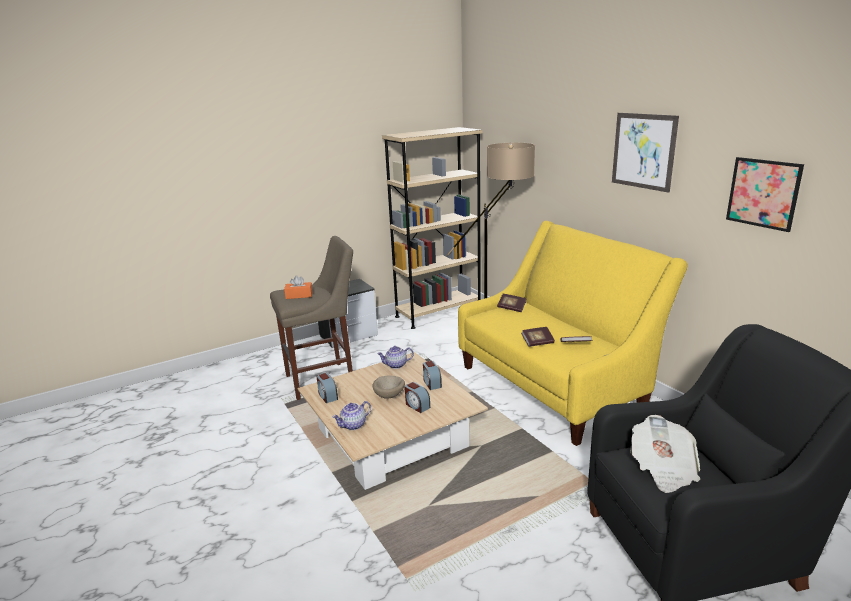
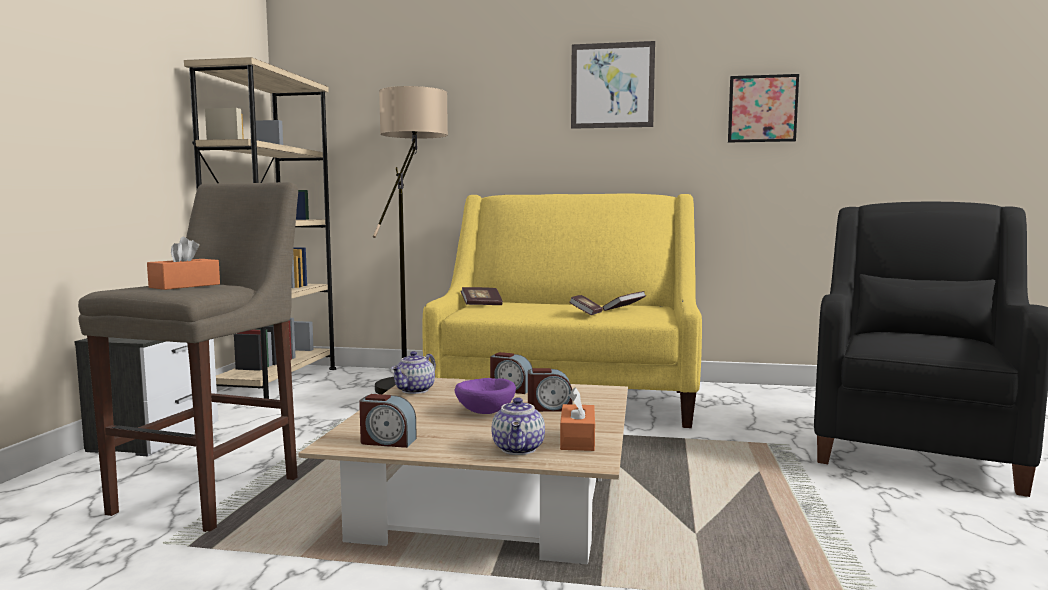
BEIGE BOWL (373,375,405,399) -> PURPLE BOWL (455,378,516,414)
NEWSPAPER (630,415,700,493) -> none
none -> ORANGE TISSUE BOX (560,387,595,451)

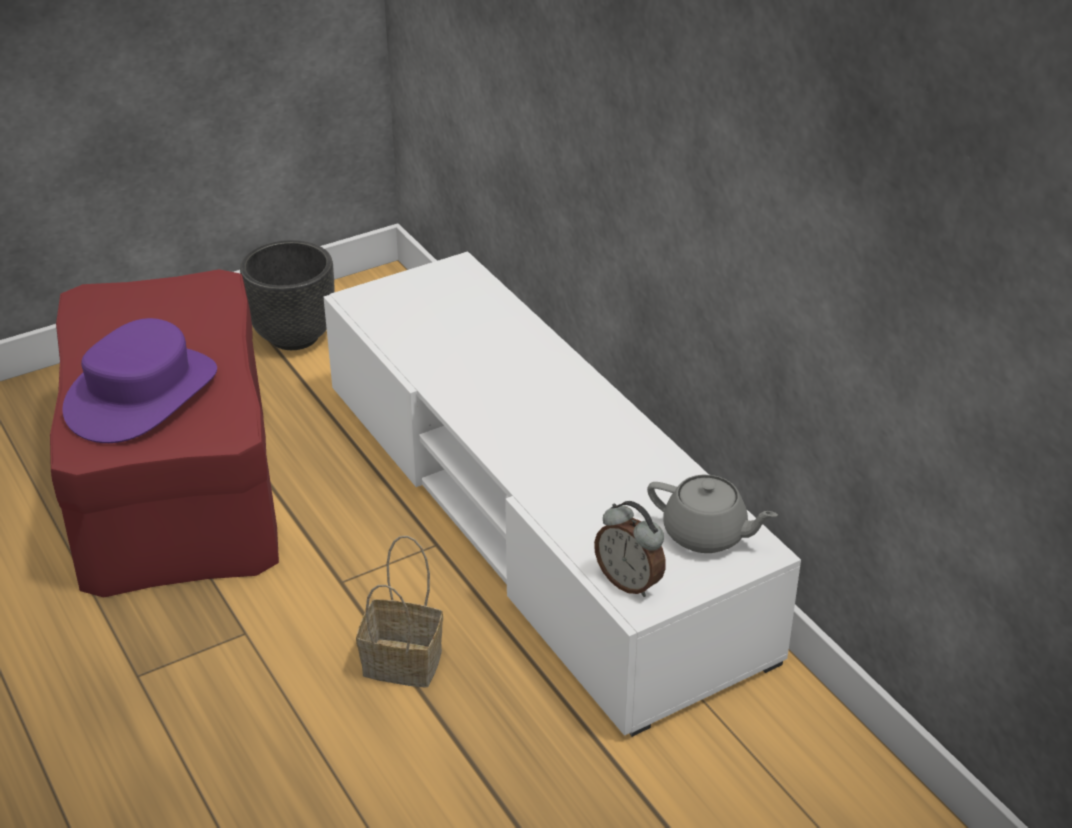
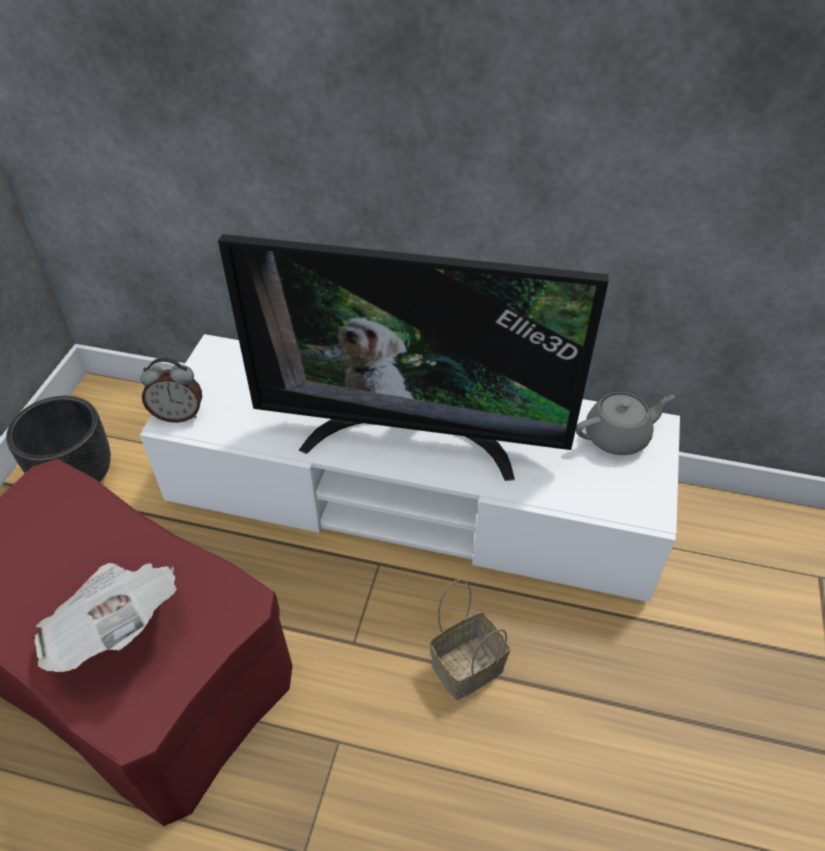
PURPLE HAT (63,318,217,443) -> NEWSPAPER (35,563,177,672)
ALARM CLOCK (594,501,666,597) -> ALARM CLOCK (140,358,202,423), move
none -> TELEVISION (218,234,609,481)

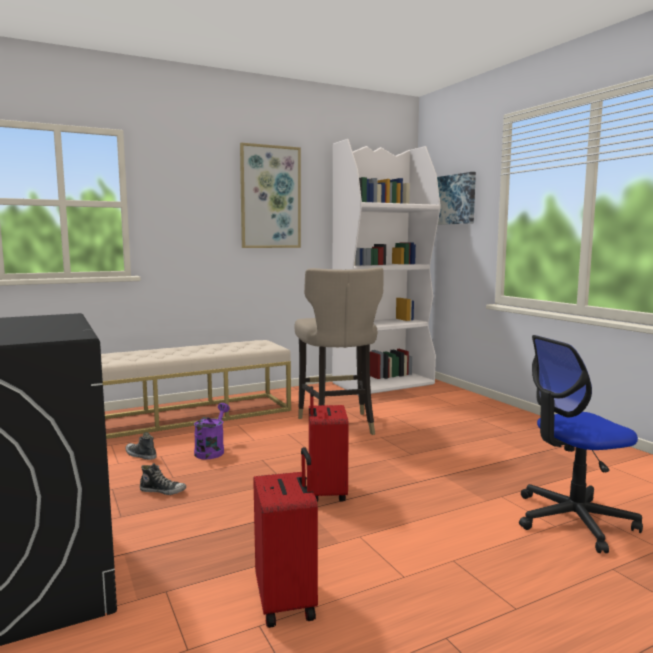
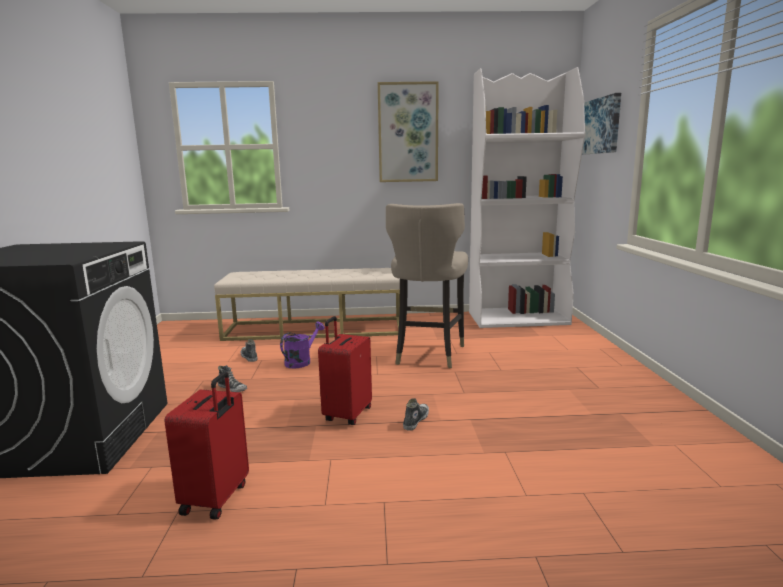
OFFICE CHAIR (519,335,643,553) -> none
none -> SHOE (403,398,429,431)

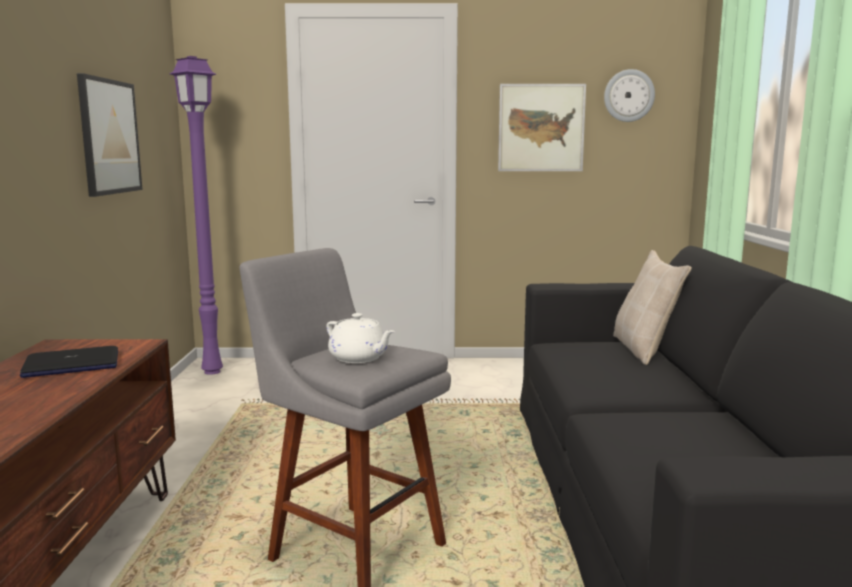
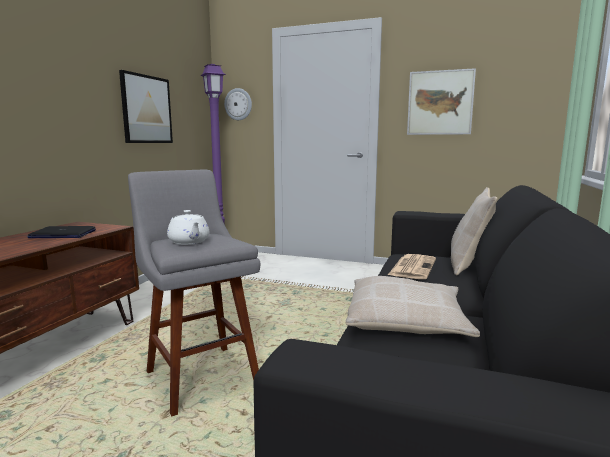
WALL CLOCK (604,69,655,122) -> WALL CLOCK (224,88,252,120), move
none -> NEWSPAPER (388,254,436,279)
none -> BEIGE PILLOW (346,276,480,337)

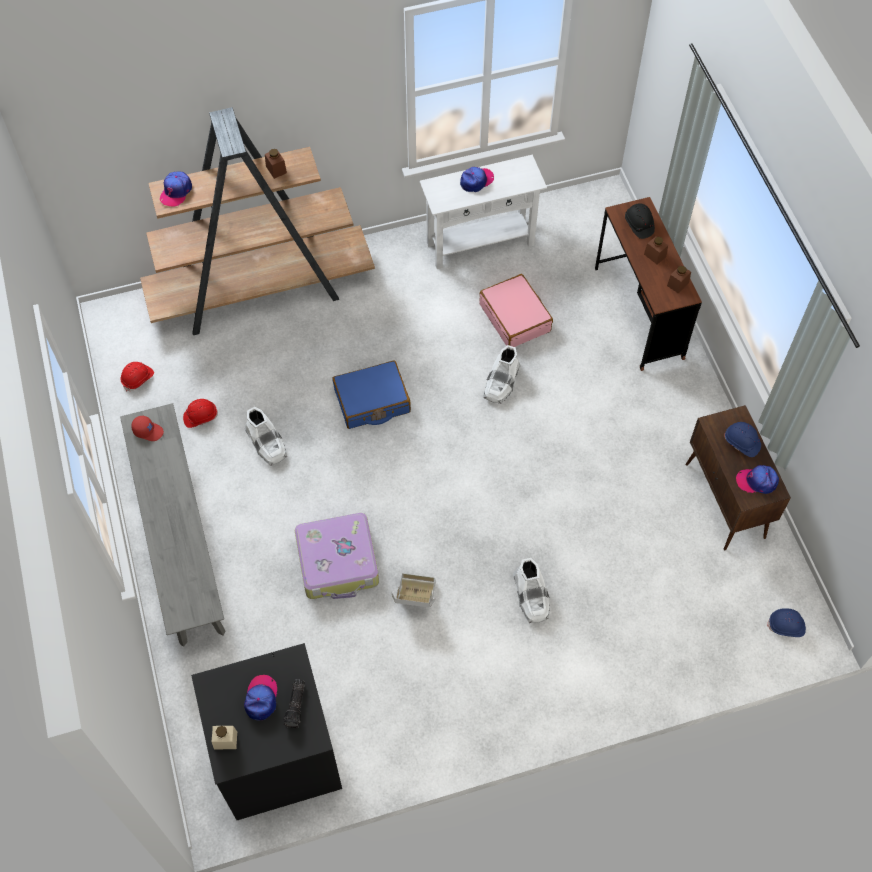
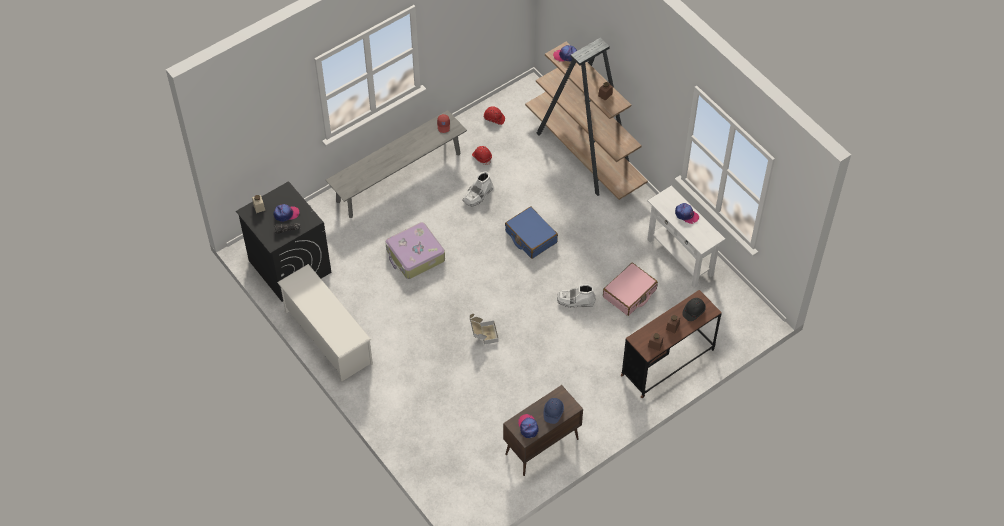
WHITE BOOT (513,558,550,623) -> none
CARDBOARD BOX (392,573,436,608) -> CARDBOARD BOX (470,314,498,345), move
BLUE HARD HAT (767,608,806,637) -> none
none -> WHITE SHOE RACK (277,264,373,382)

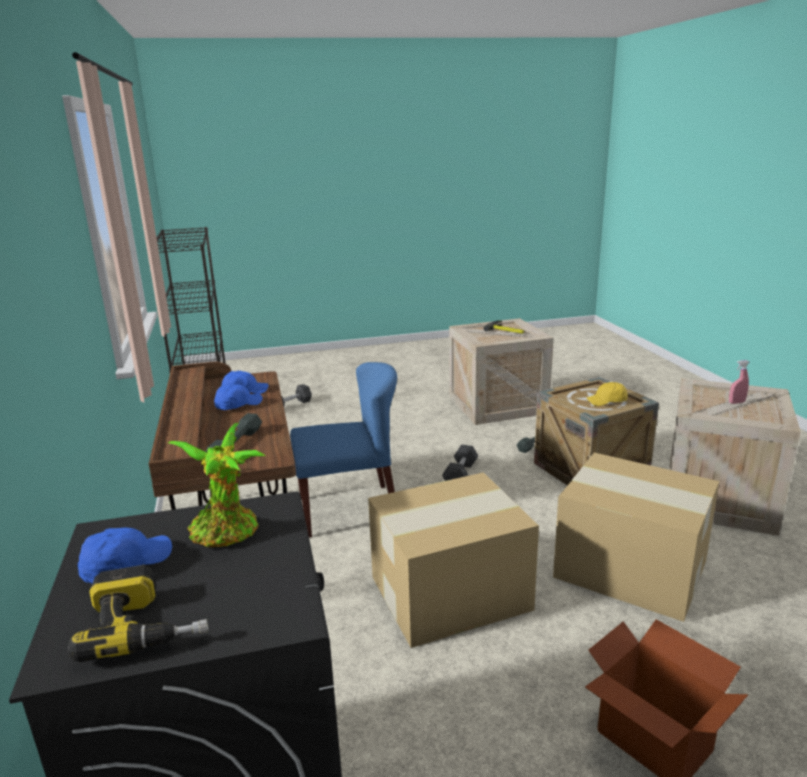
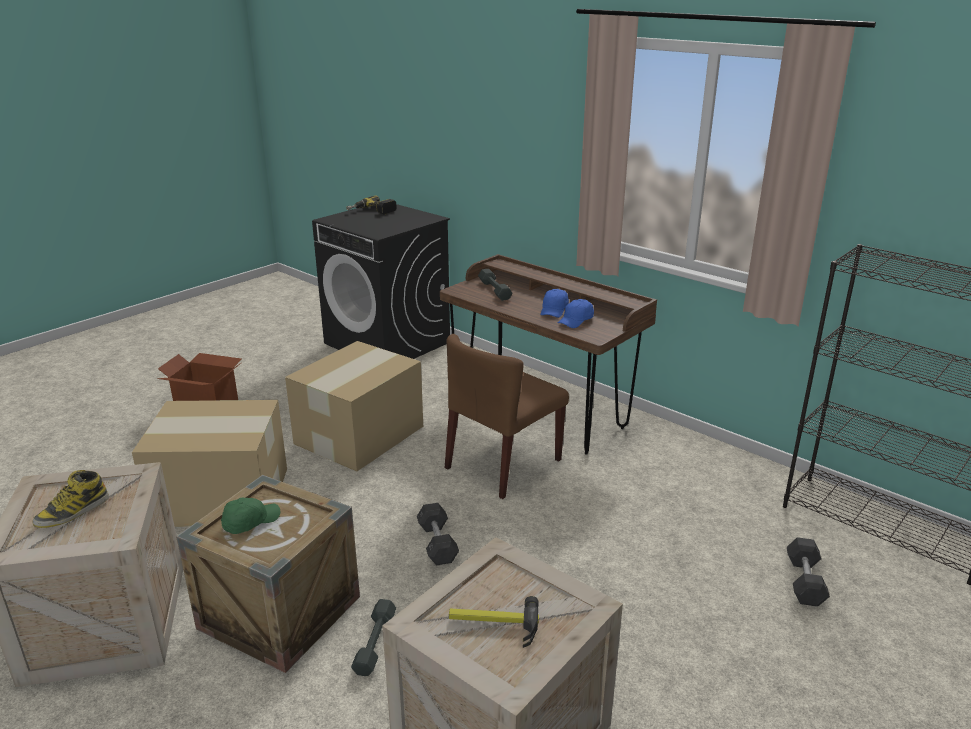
PINK SPRAY BOTTLE (729,360,749,404) -> BOOT (33,470,109,528)
BLUE CHAIR (290,362,397,537) -> BROWN CHAIR (445,334,569,499)
YELLOW CAP (586,382,628,406) -> GREEN CAP (221,498,280,534)
POTTED PLANT (168,423,265,547) -> none
BLUE CAP (77,528,172,584) -> none

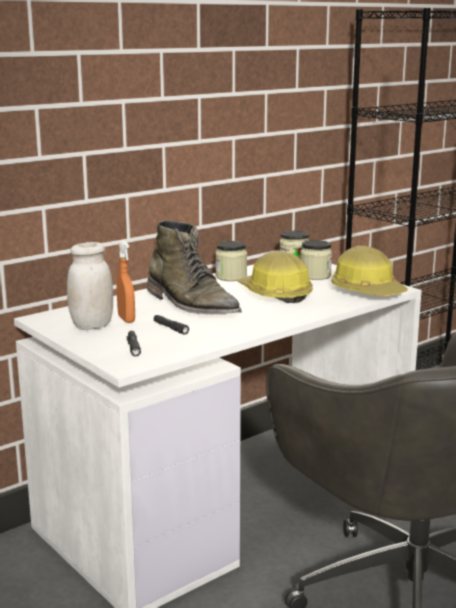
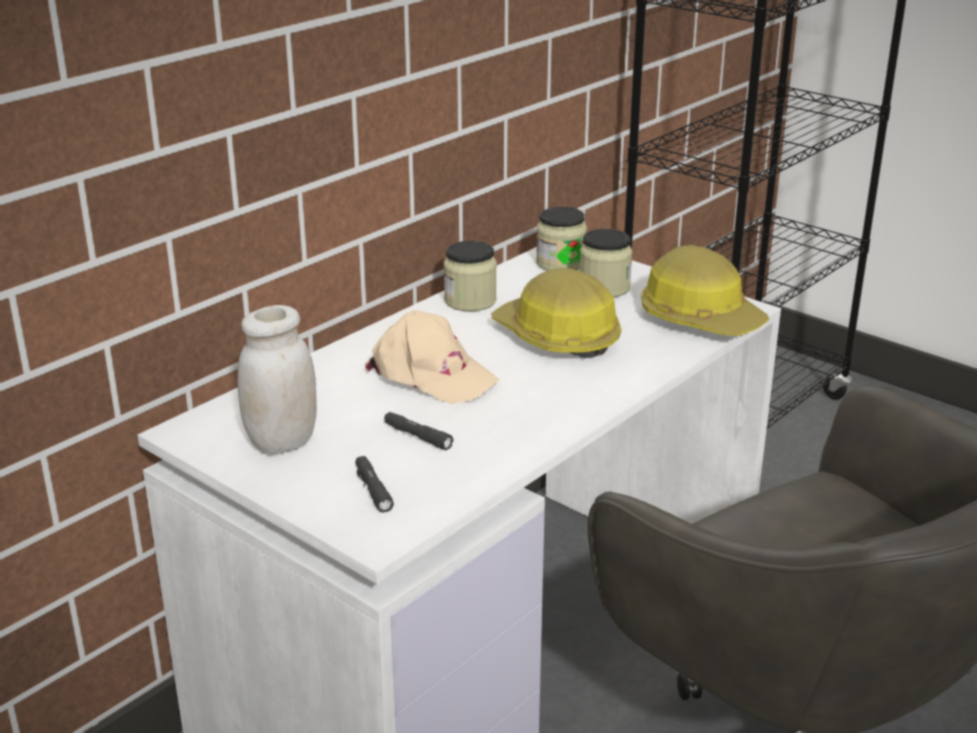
GREEN BOOT (147,220,242,315) -> BEIGE CAP (365,311,499,404)
ORANGE SPRAY BOTTLE (117,240,135,323) -> none

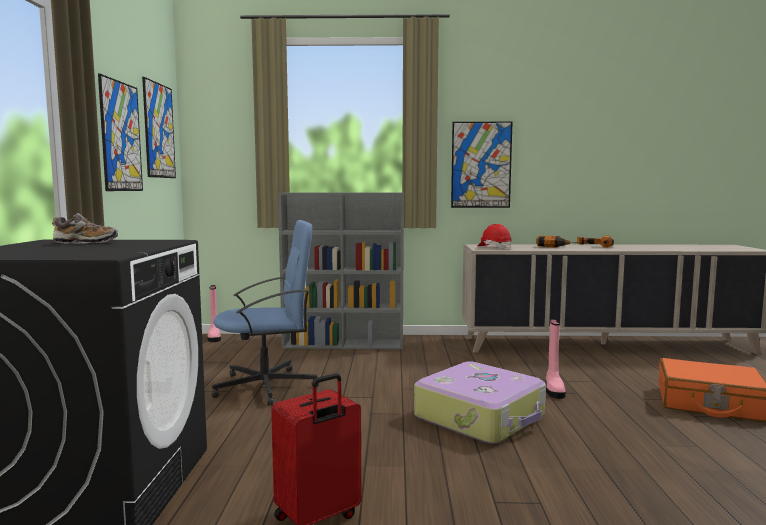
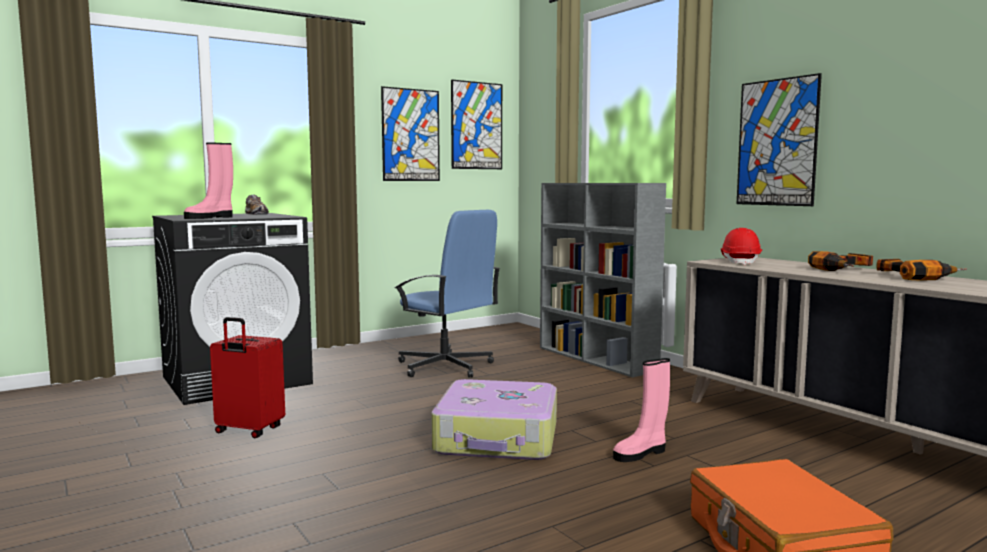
PINK BOOT (207,285,221,342) -> PINK BOOT (184,143,233,219), move

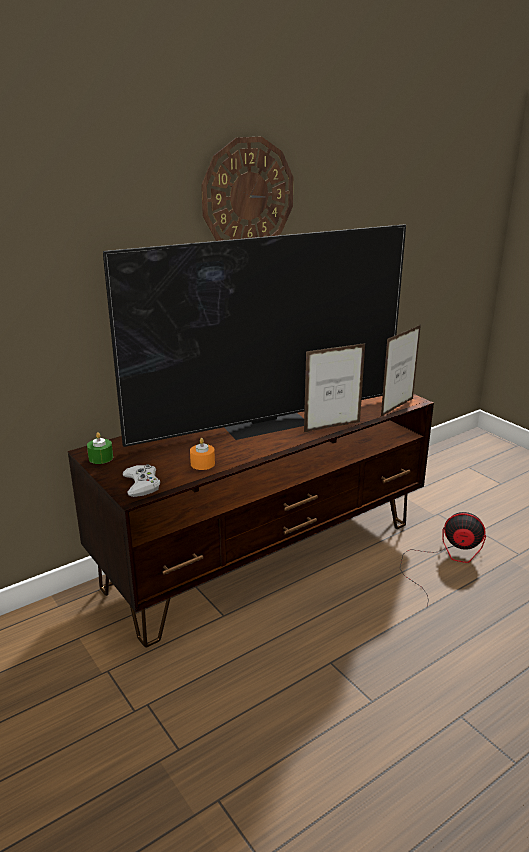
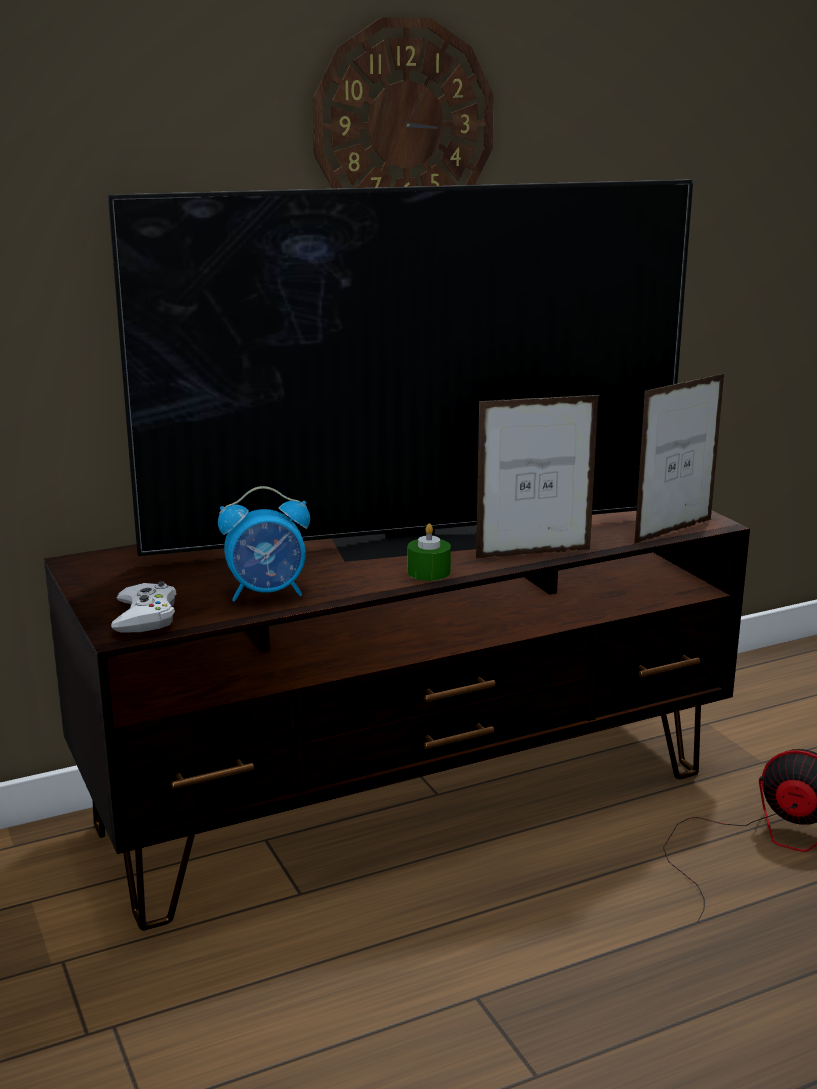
GREEN CANDLE (87,432,113,464) -> GREEN CANDLE (407,523,451,581), move
ORANGE CANDLE (190,438,215,470) -> ALARM CLOCK (218,486,310,602)

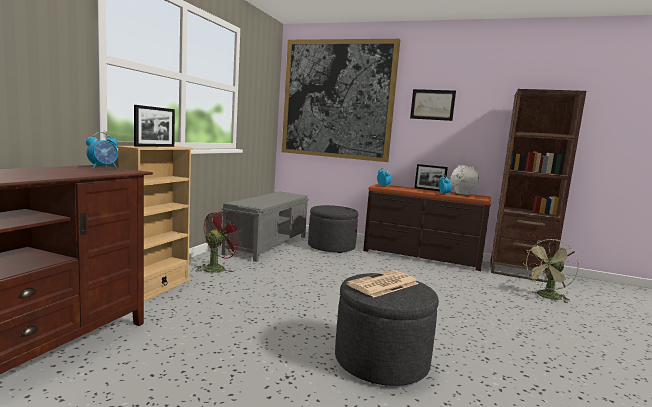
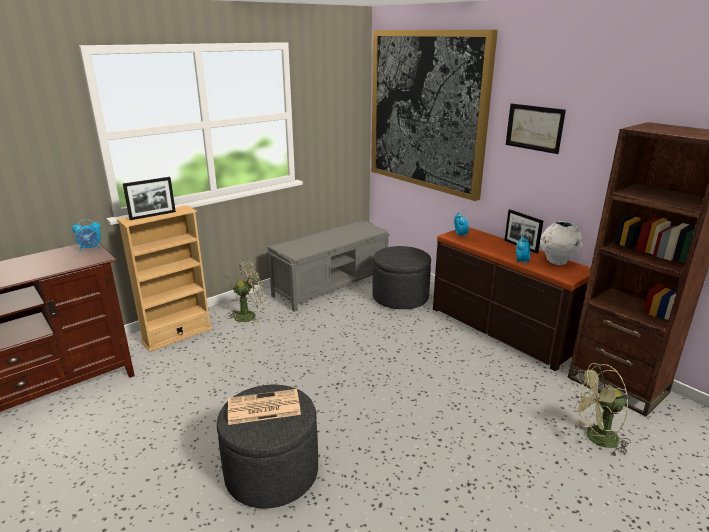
RED FAN (195,211,241,273) -> GREEN FAN (227,261,266,324)

